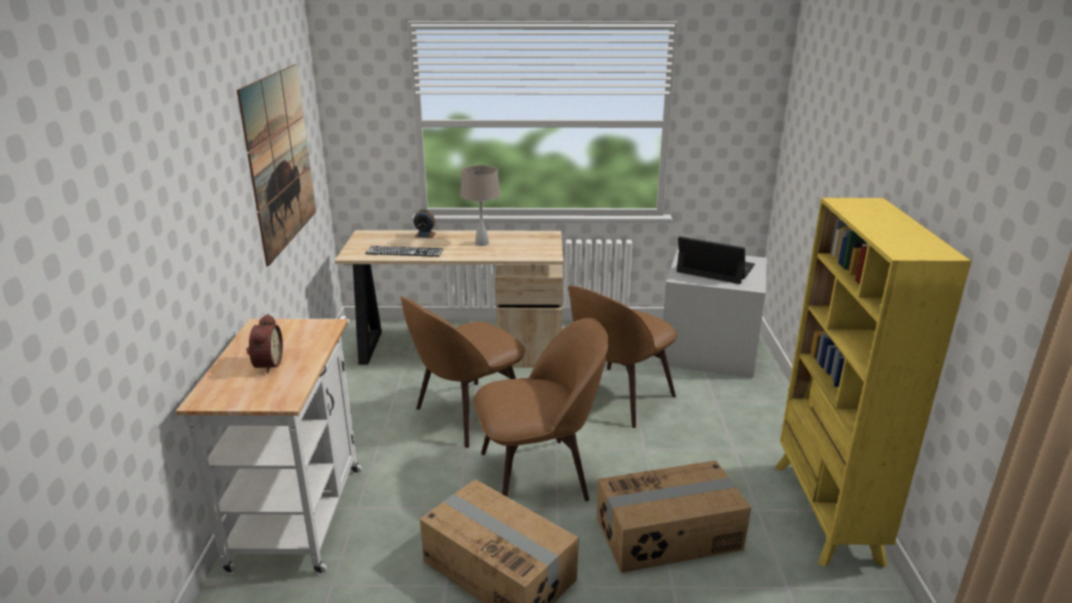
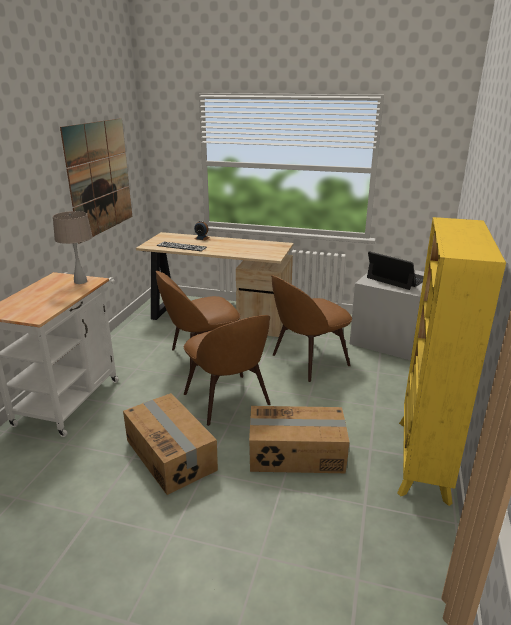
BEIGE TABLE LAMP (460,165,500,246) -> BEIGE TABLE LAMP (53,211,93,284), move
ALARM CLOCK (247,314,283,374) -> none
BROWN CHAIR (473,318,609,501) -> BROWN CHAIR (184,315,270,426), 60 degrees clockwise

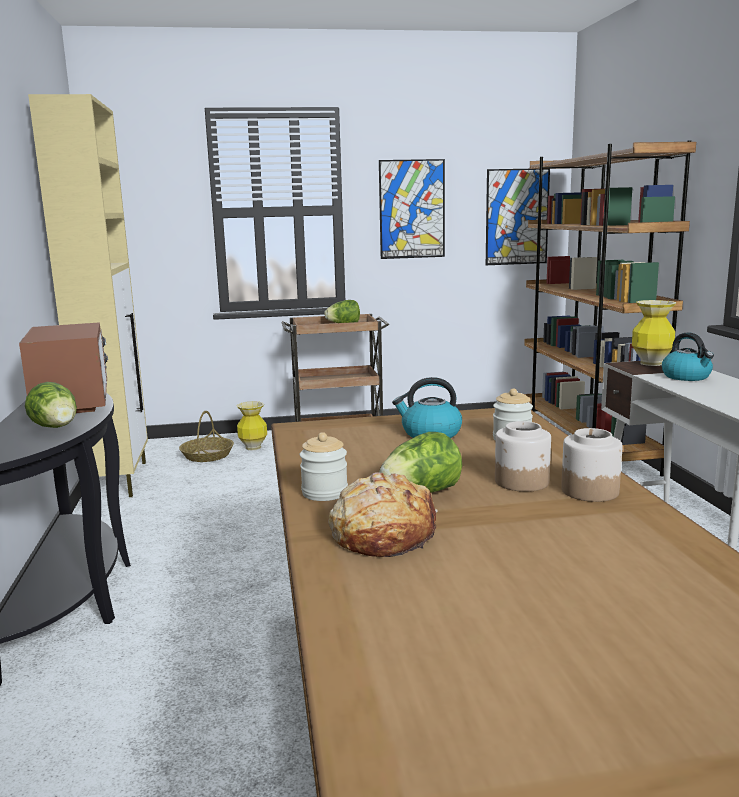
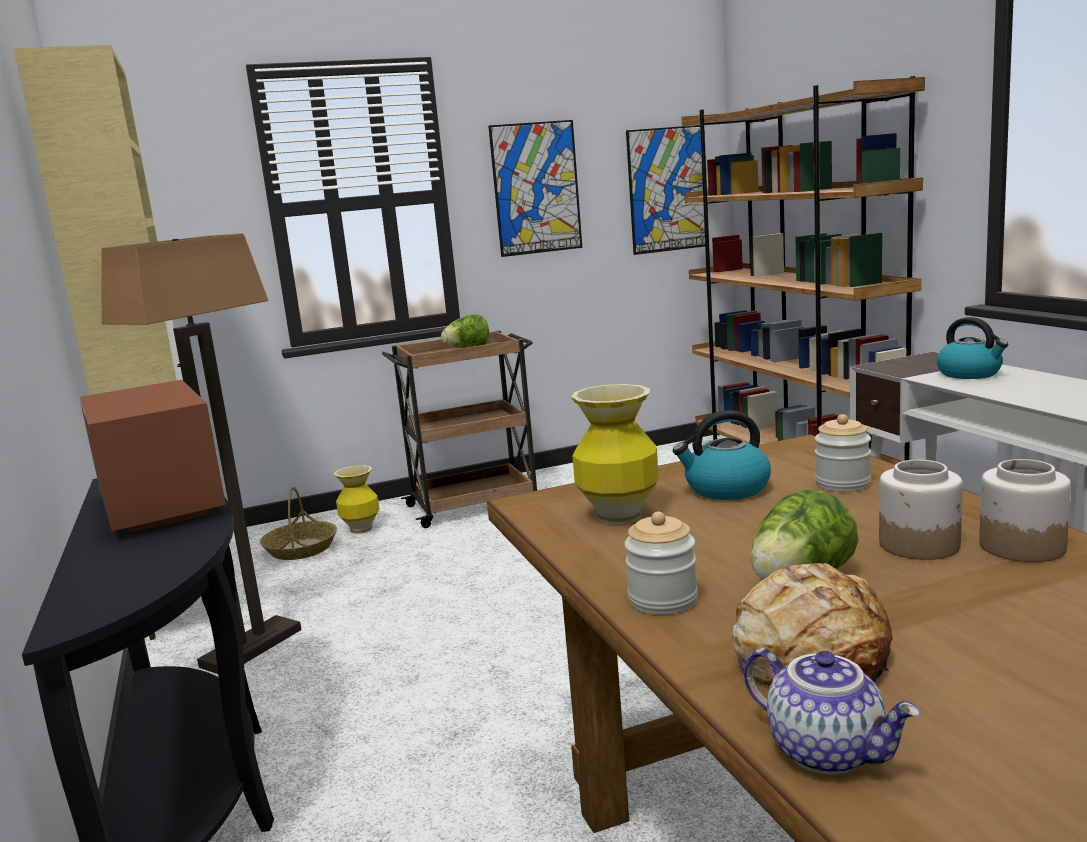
VASE (632,300,676,366) -> VASE (571,384,658,524), move
LETTUCE (25,382,77,428) -> none
none -> FLOOR LAMP (101,233,302,674)
none -> TEAPOT (744,648,920,775)

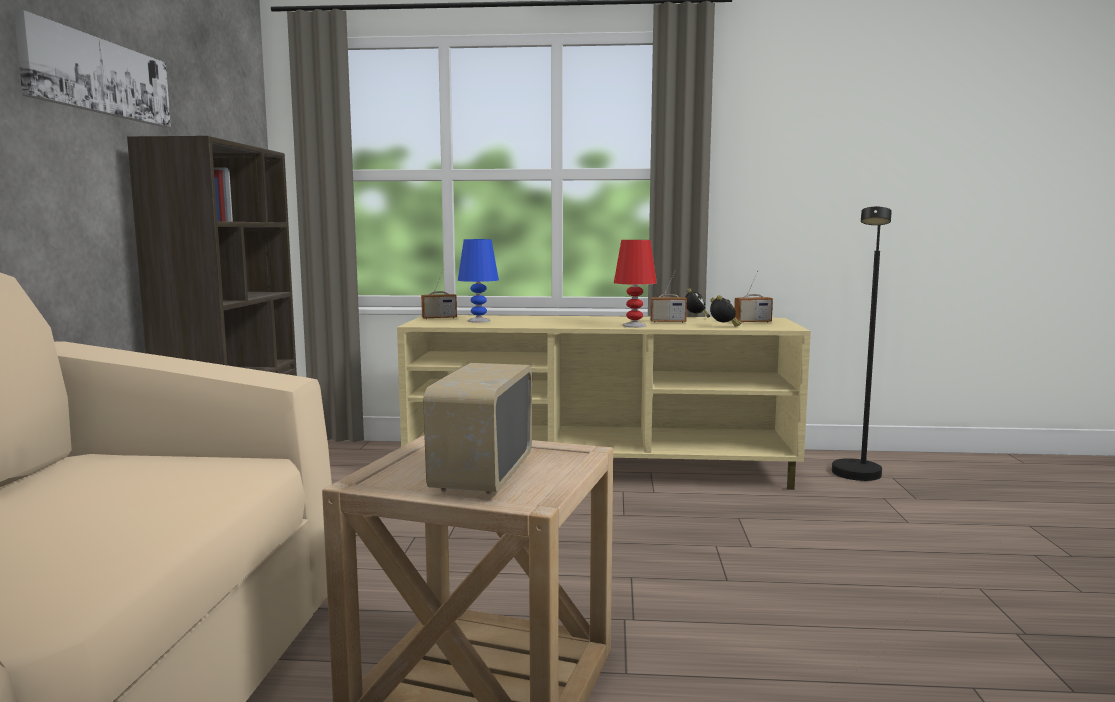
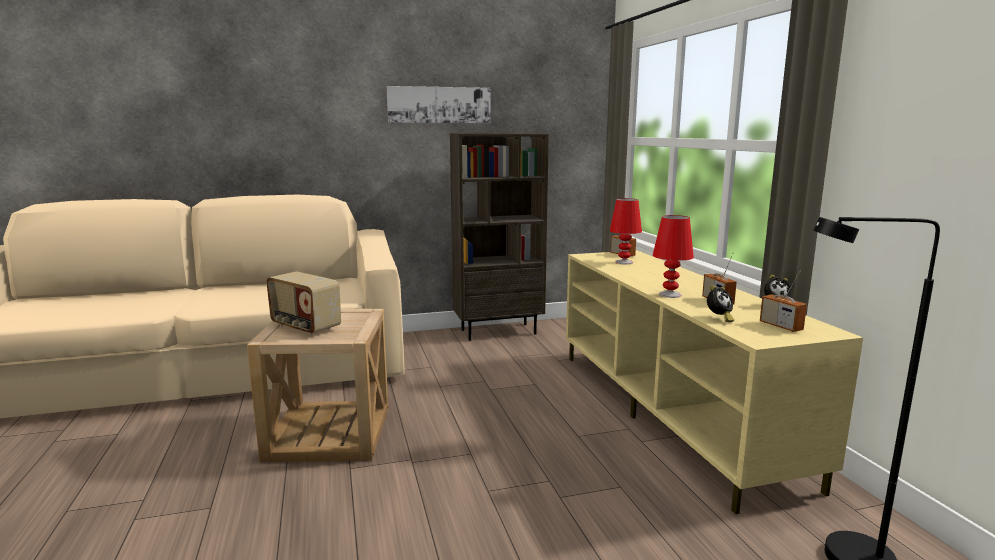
BLUE TABLE LAMP (458,239,499,323) -> RED TABLE LAMP (610,198,642,264)
RADIO (423,363,532,495) -> RADIO (266,271,341,335), 135 degrees counterclockwise

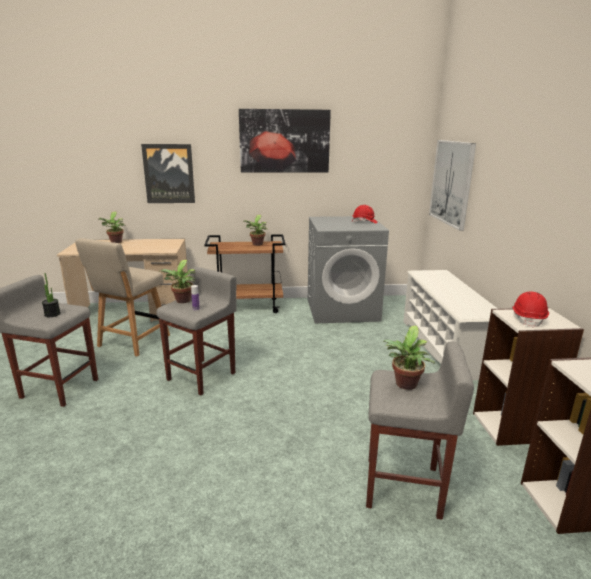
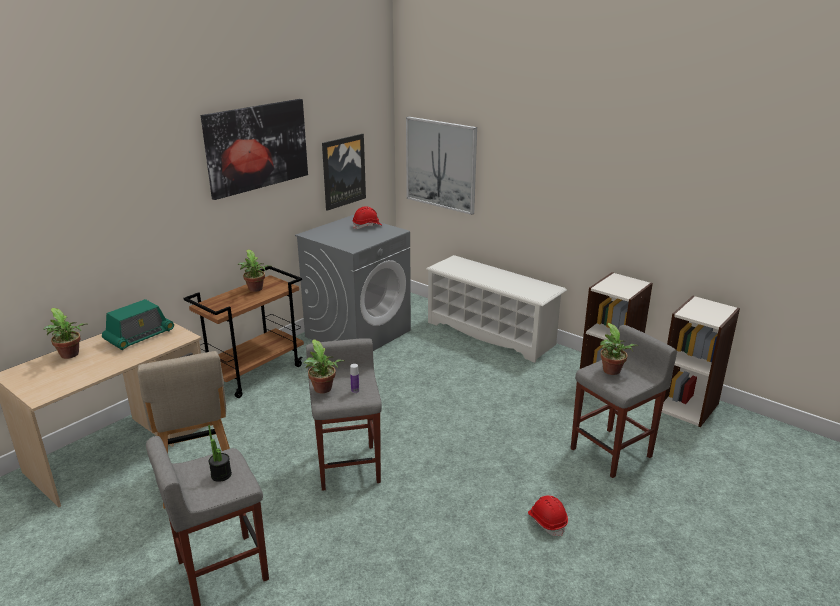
PICTURE (141,144,195,203) -> PICTURE (322,134,366,211), move
RED HARD HAT (512,292,549,328) -> RED HARD HAT (528,495,568,536), move
none -> RADIO (102,299,174,350)

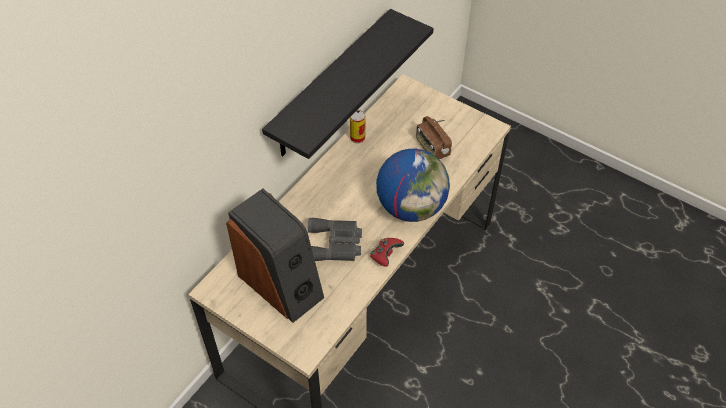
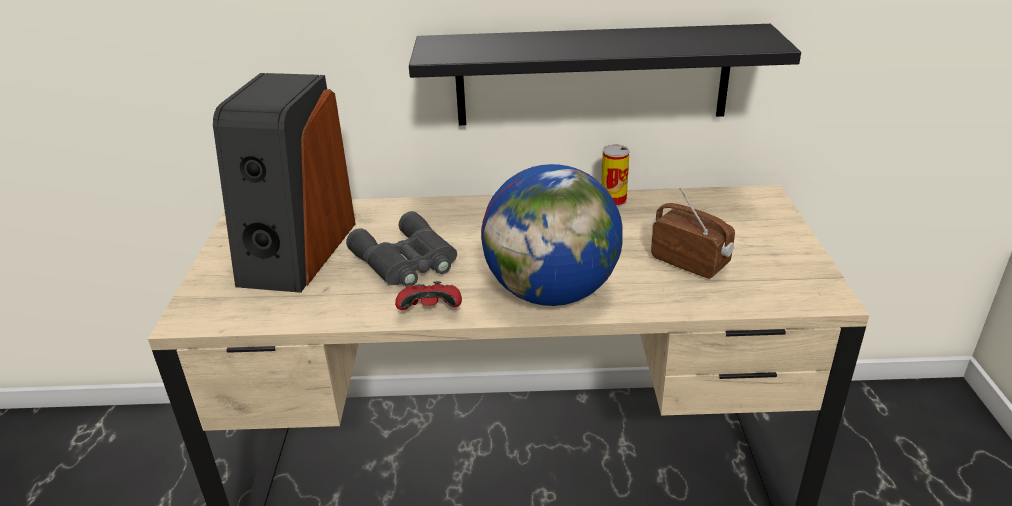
RADIO (416,116,452,159) -> RADIO (651,188,735,278), 105 degrees clockwise

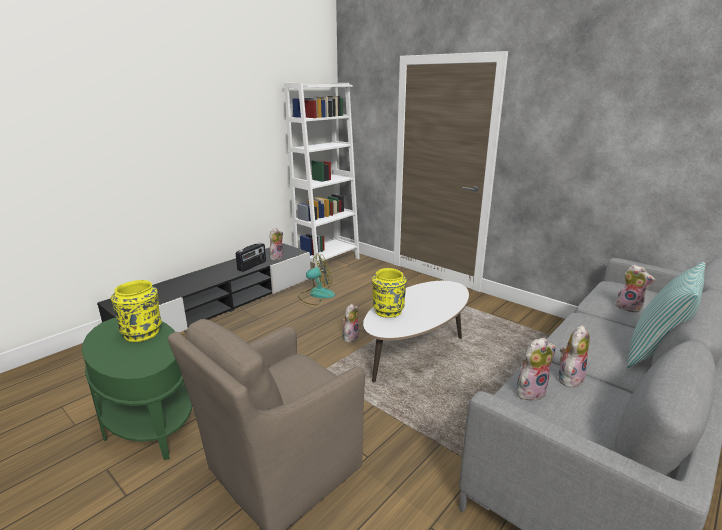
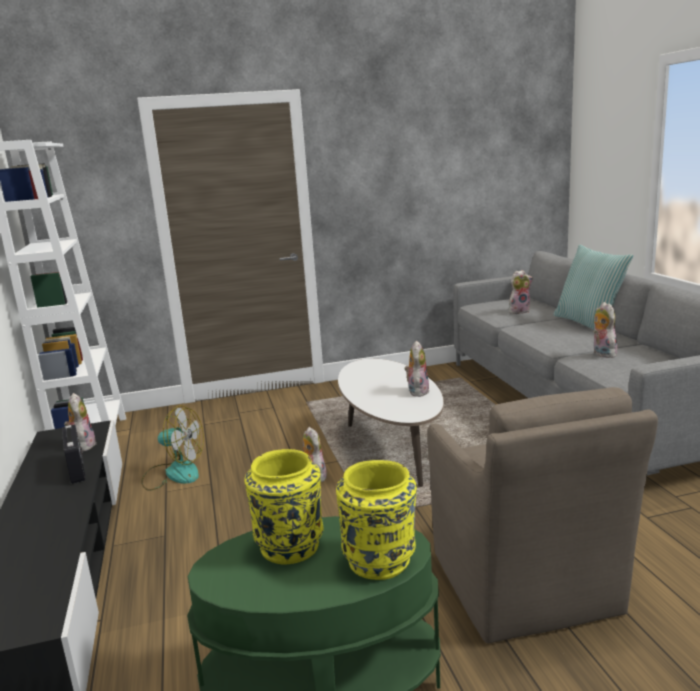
FAN (298,254,335,305) -> FAN (141,405,204,491), 90 degrees clockwise
YELLOW VASE (372,268,407,318) -> YELLOW VASE (336,460,417,580), move
PLUSH TOY (516,338,556,401) -> PLUSH TOY (404,341,429,397), move

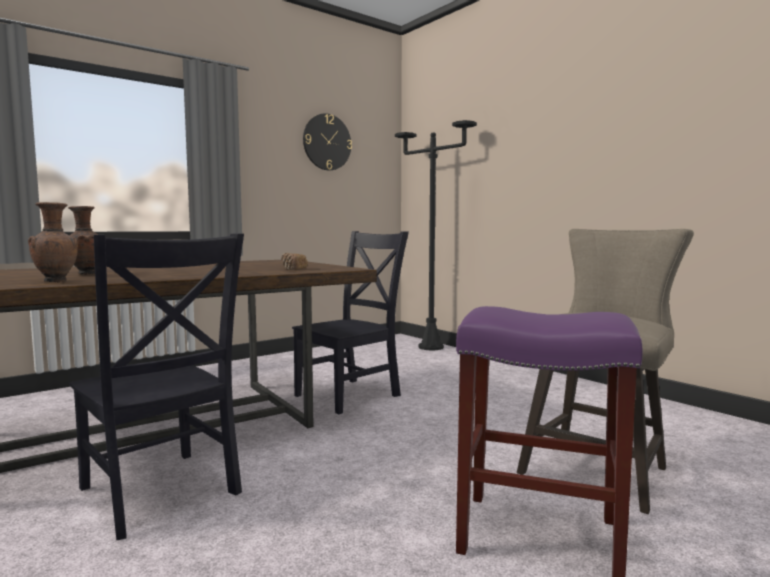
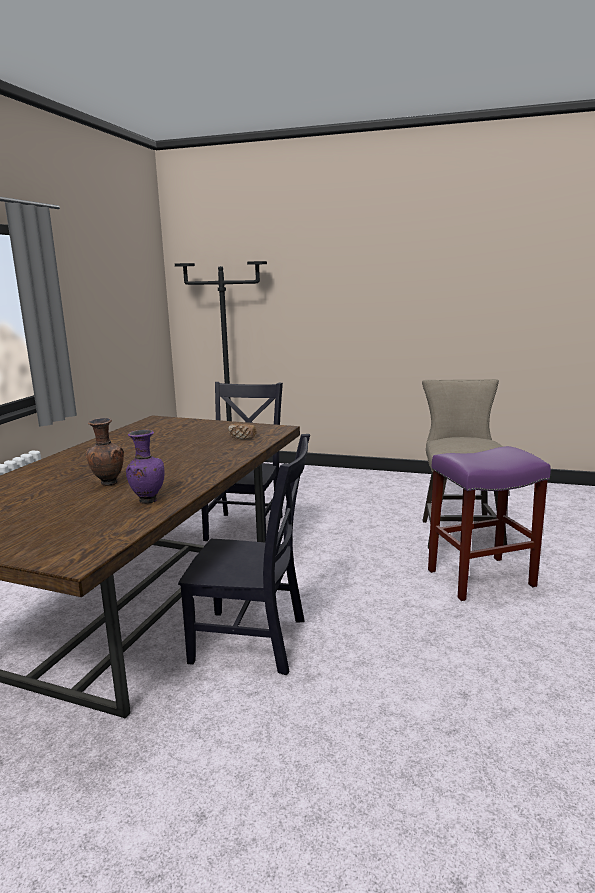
WALL CLOCK (303,113,352,170) -> none
BROWN VASE (28,202,78,282) -> PURPLE VASE (126,430,165,504)

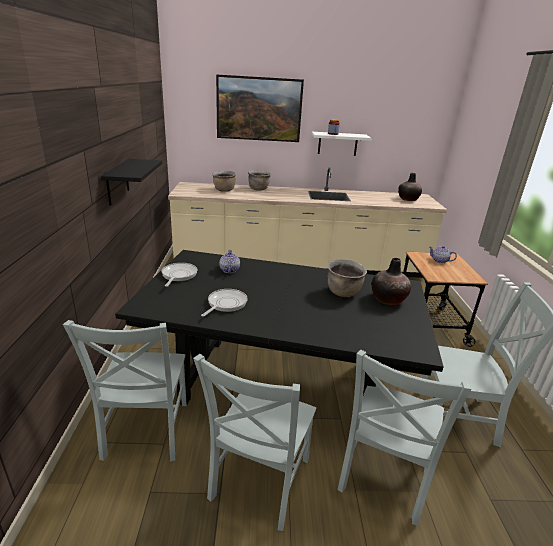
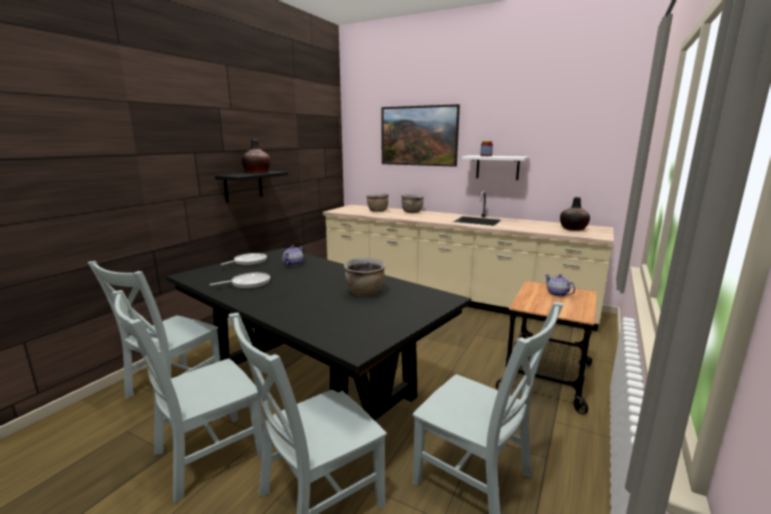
VASE (372,258,411,305) -> VASE (241,139,271,173), move

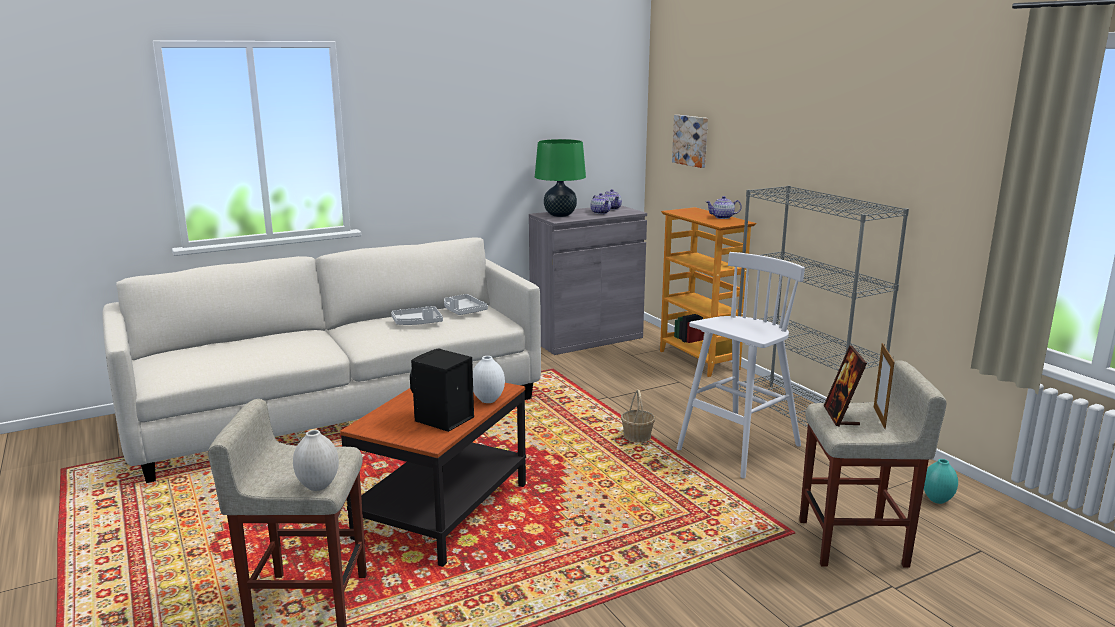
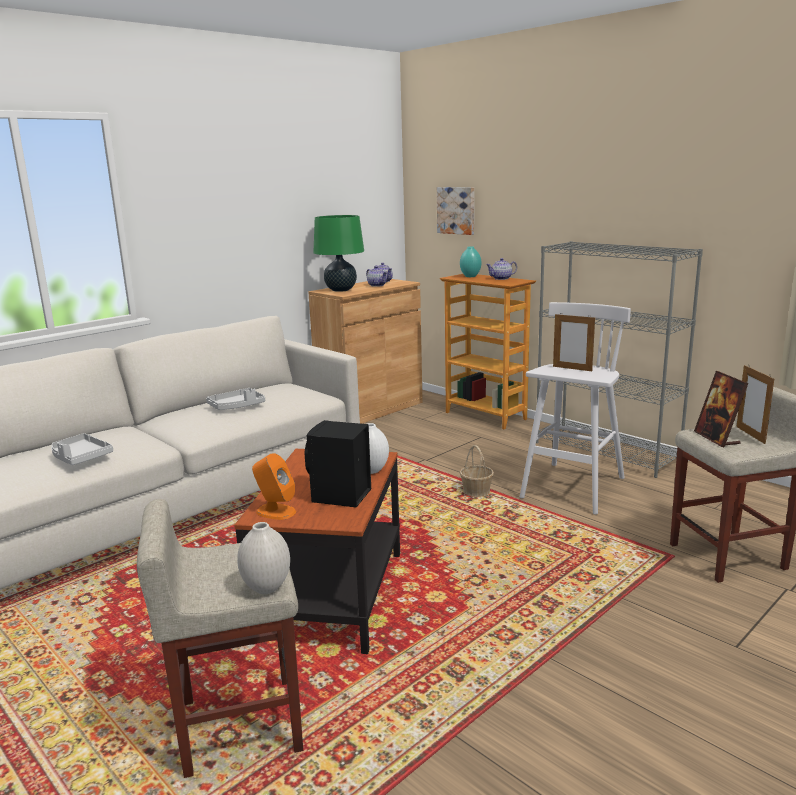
GREY CABINET (529,205,647,355) -> BROWN CABINET (308,279,423,424)
GREY TRAY (444,294,488,315) -> GREY TRAY (51,433,113,465), move
TURQUOISE VASE (924,459,958,504) -> TURQUOISE VASE (460,246,481,277), move
none -> PICTURE FRAME (553,314,595,371)
none -> ORANGE SPEAKER (252,453,296,520)

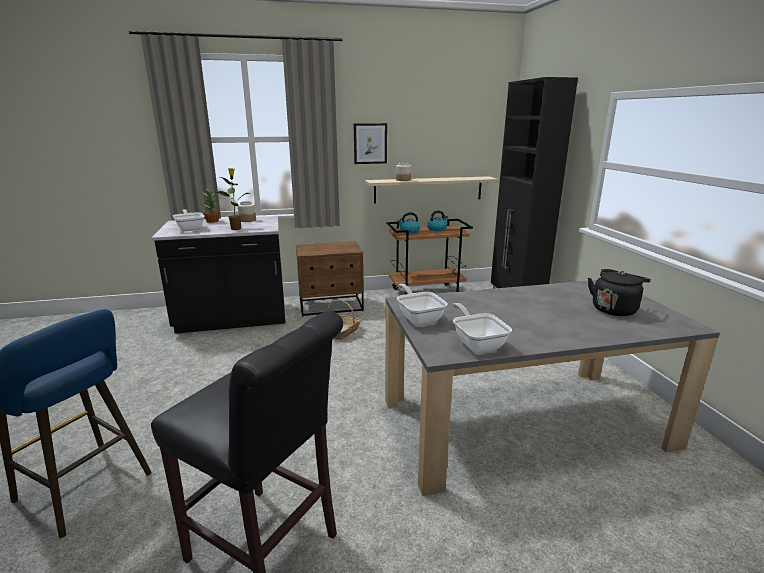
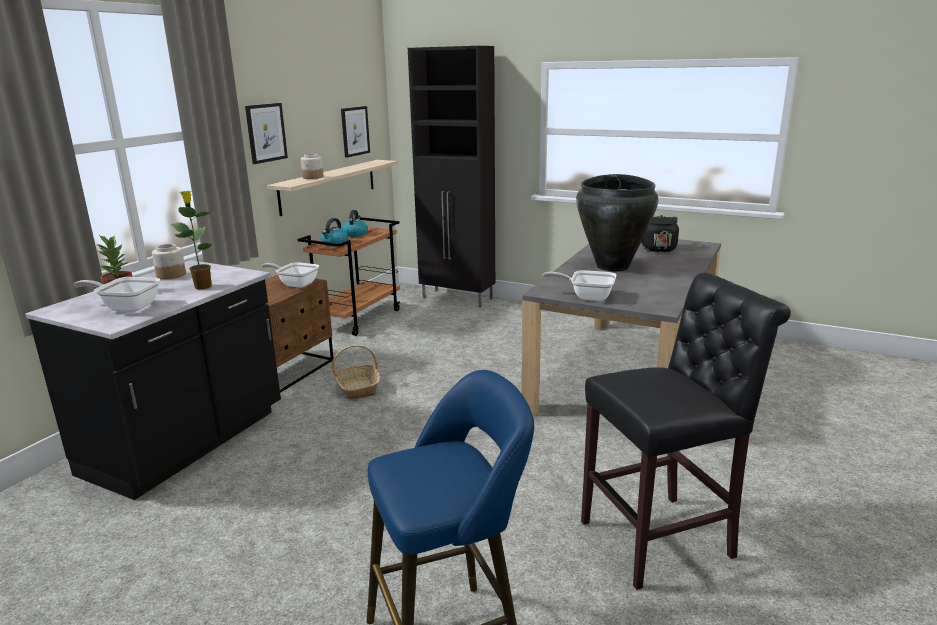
FRYING PAN (453,303,512,353) -> FRYING PAN (261,262,319,288), move
none -> PICTURE (341,106,370,158)
none -> BLACK VASE (576,174,659,271)

